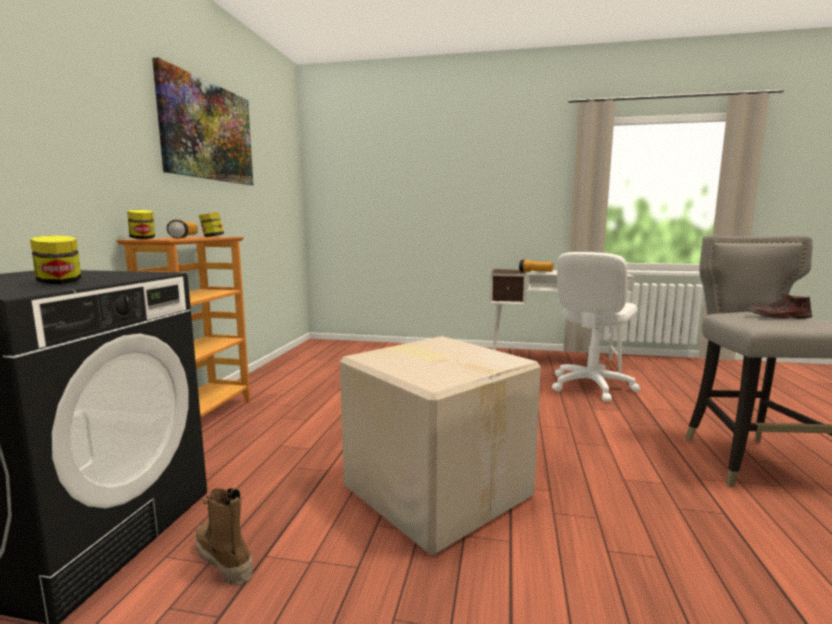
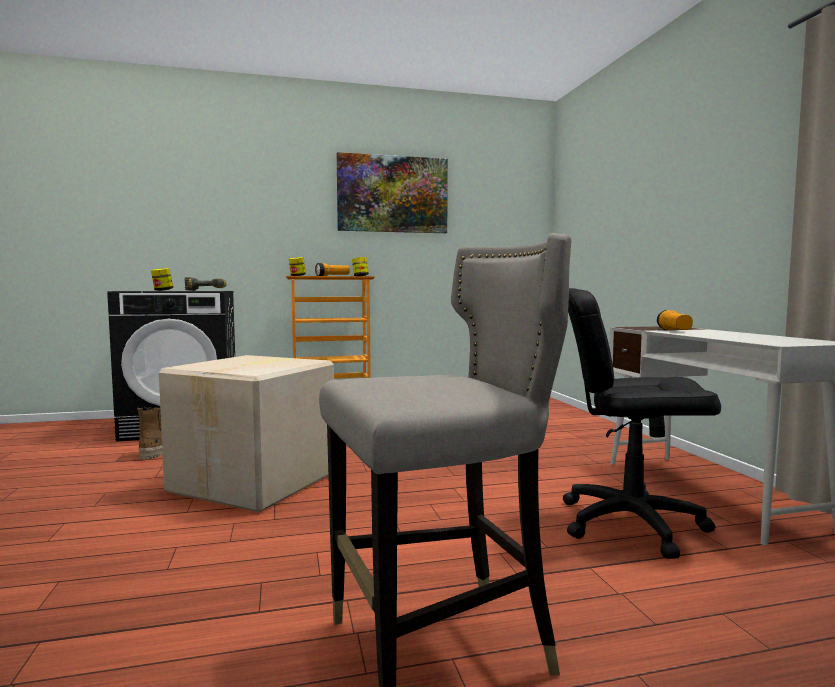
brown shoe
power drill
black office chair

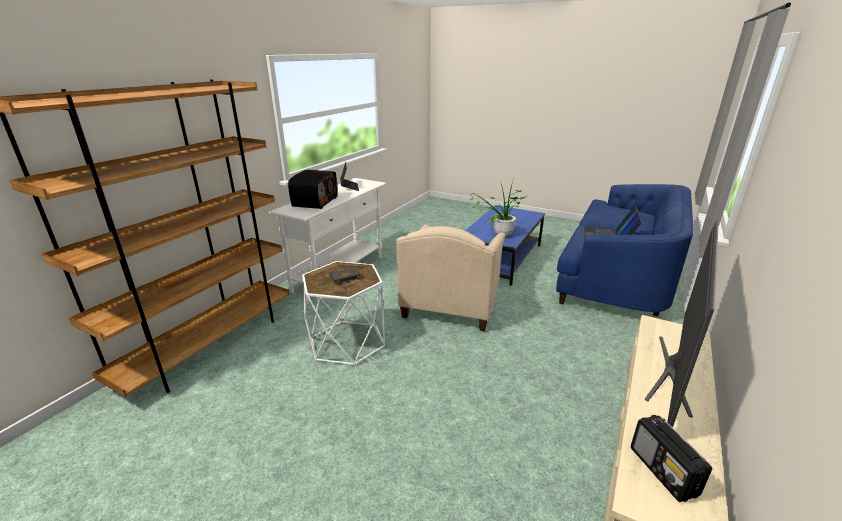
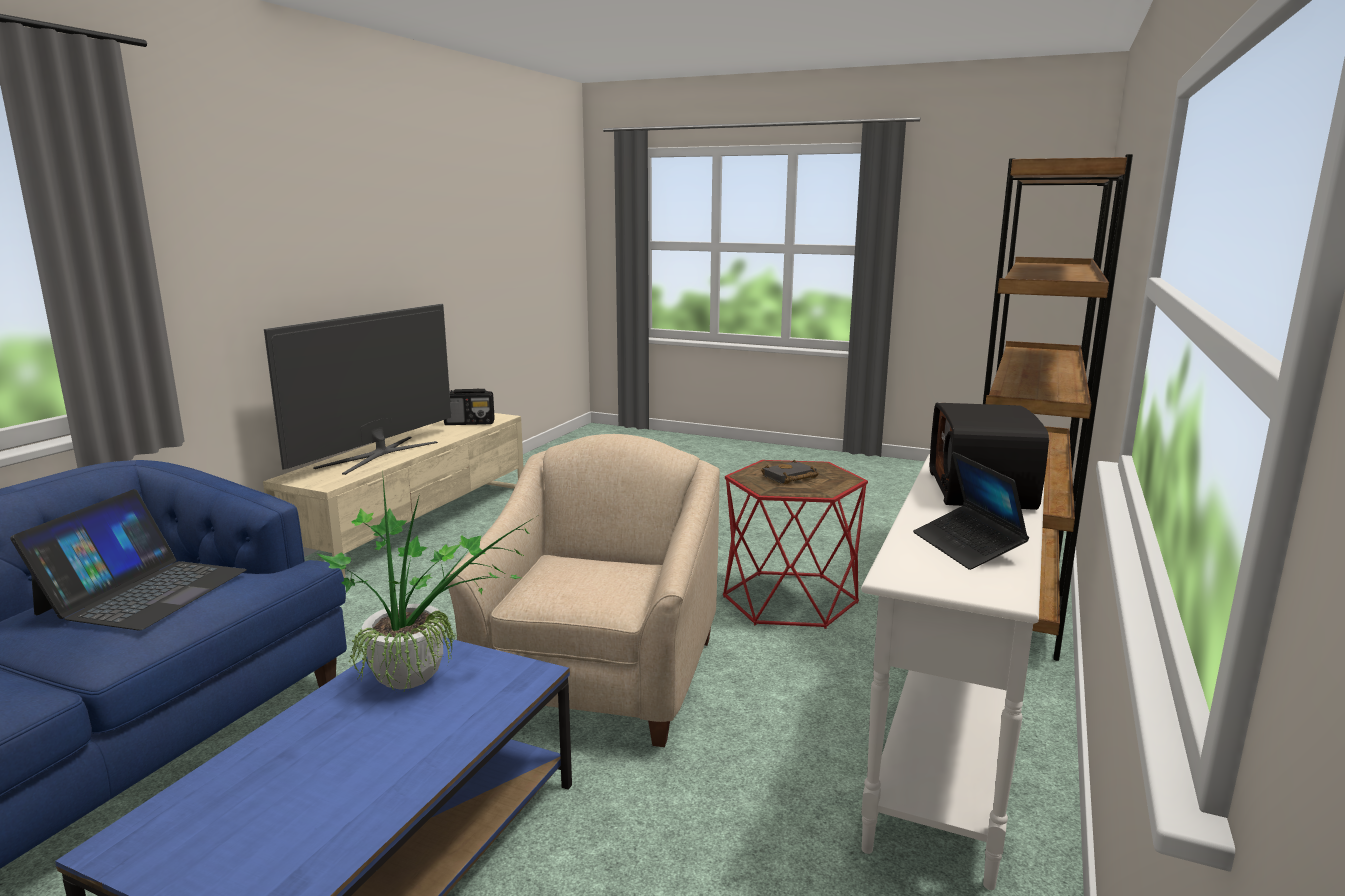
red side table
radio (no. 1 from left)

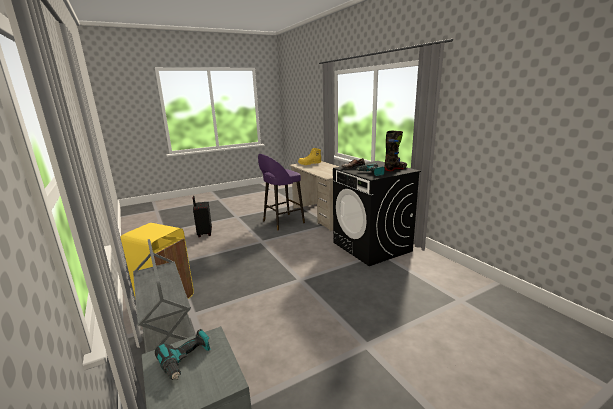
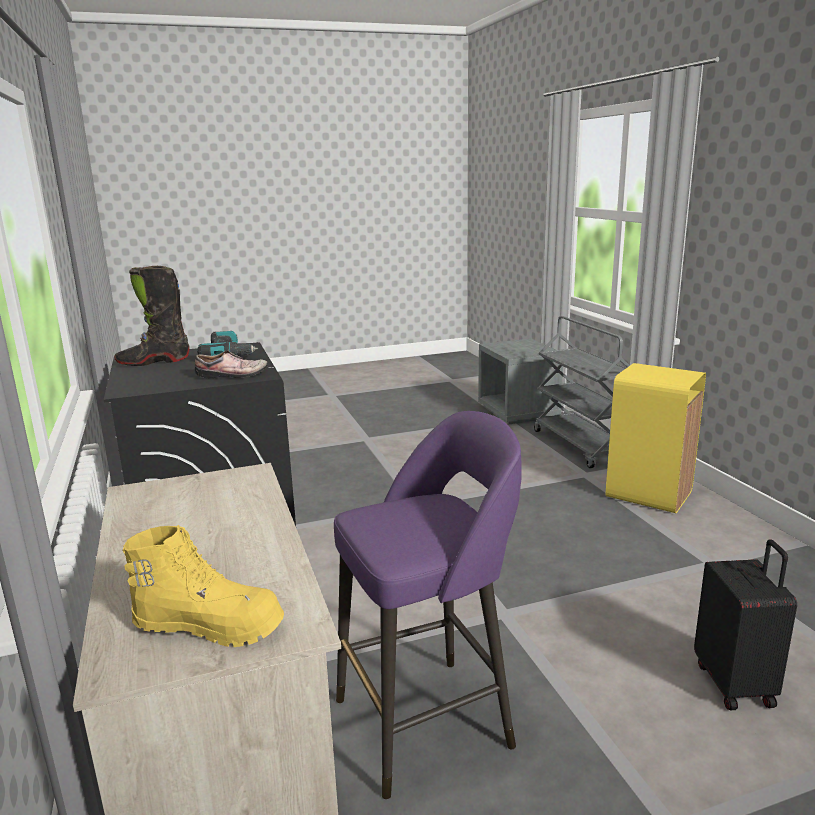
power drill (no. 1 from left in the first image)

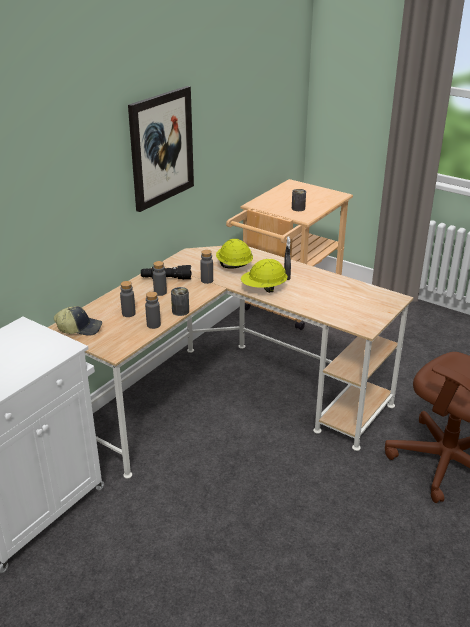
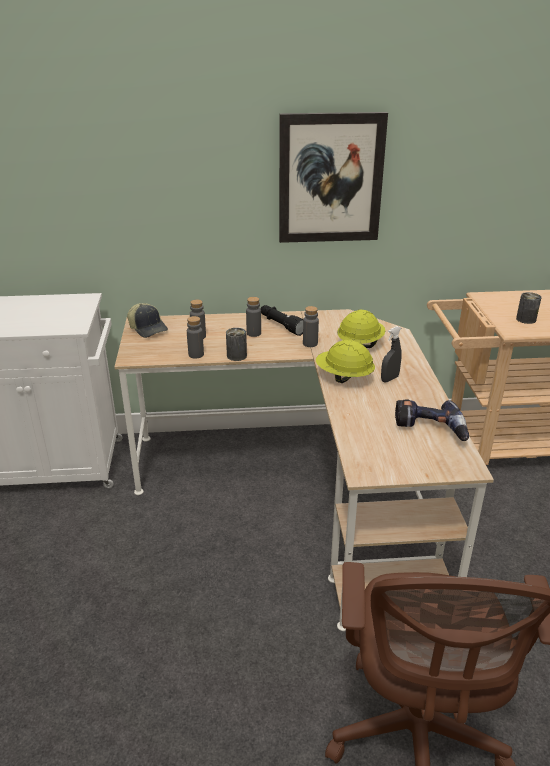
power drill

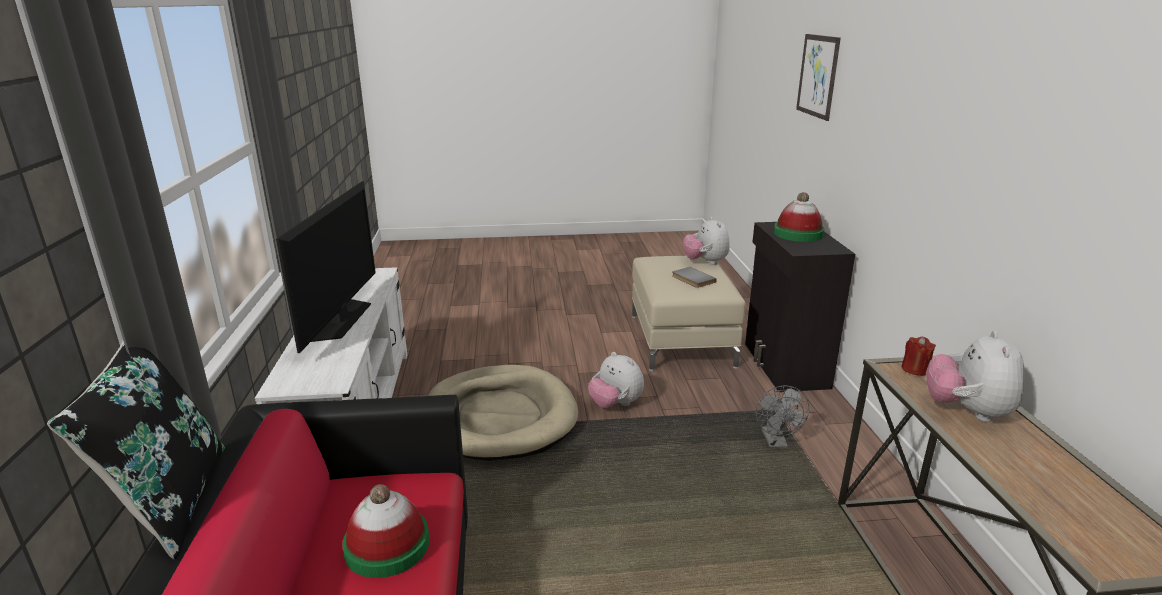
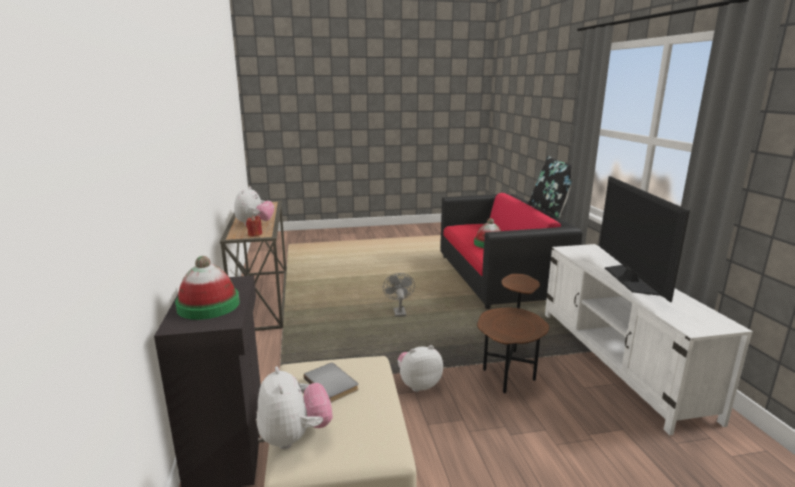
picture
grey fan
brown side table
plush toy (no. 3 from left)

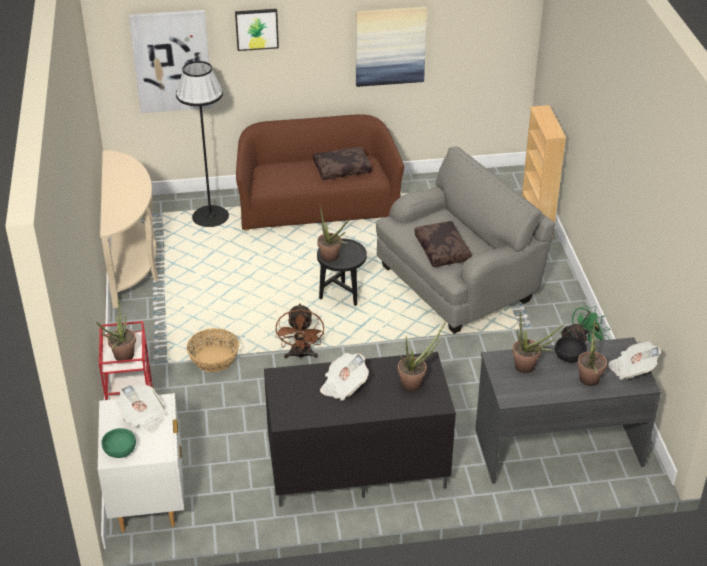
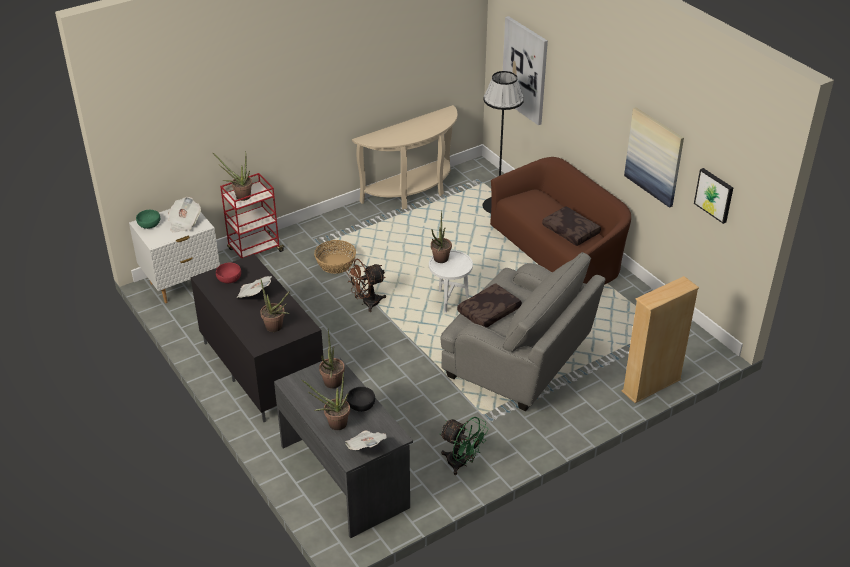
red bowl
picture (no. 3 from left)
white side table

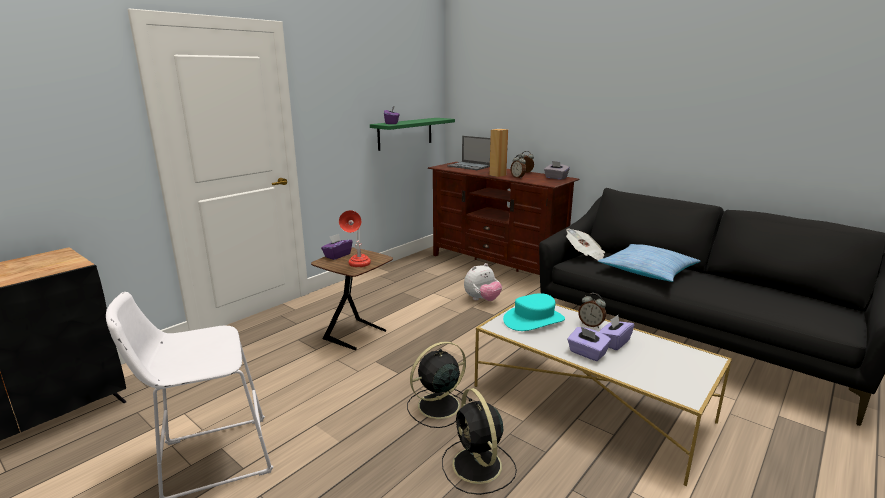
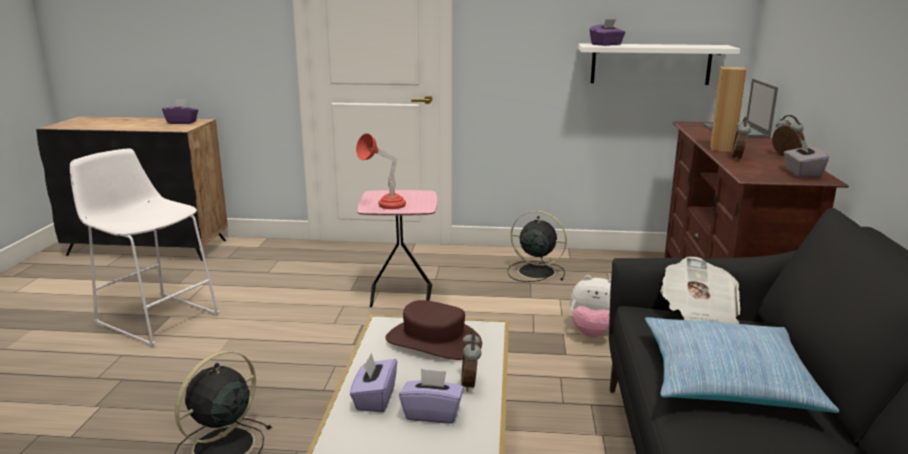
purple tissue box (no. 1 from left)
black fan (no. 2 from left)
pink side table
white shelf
brown hat

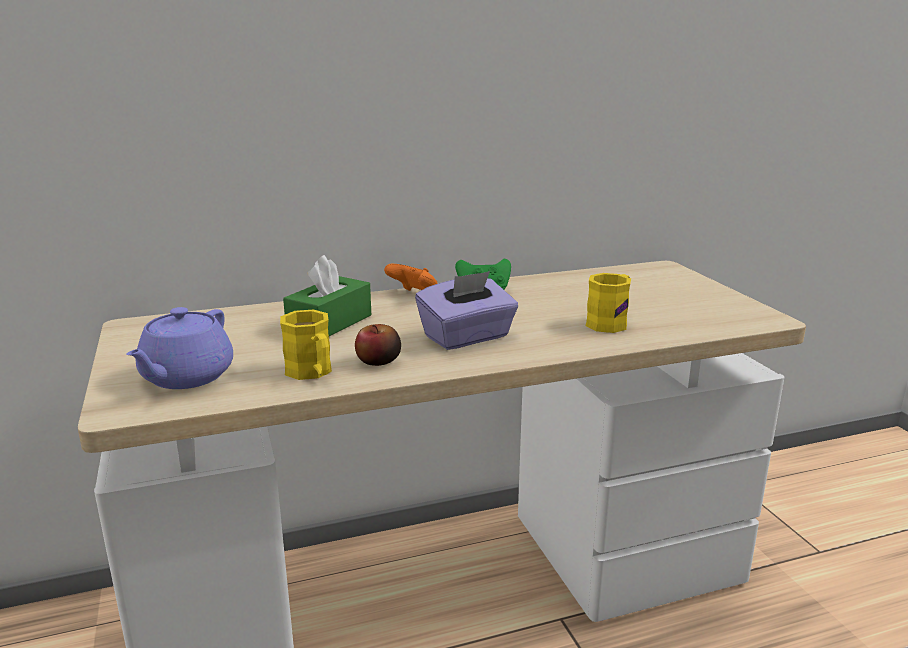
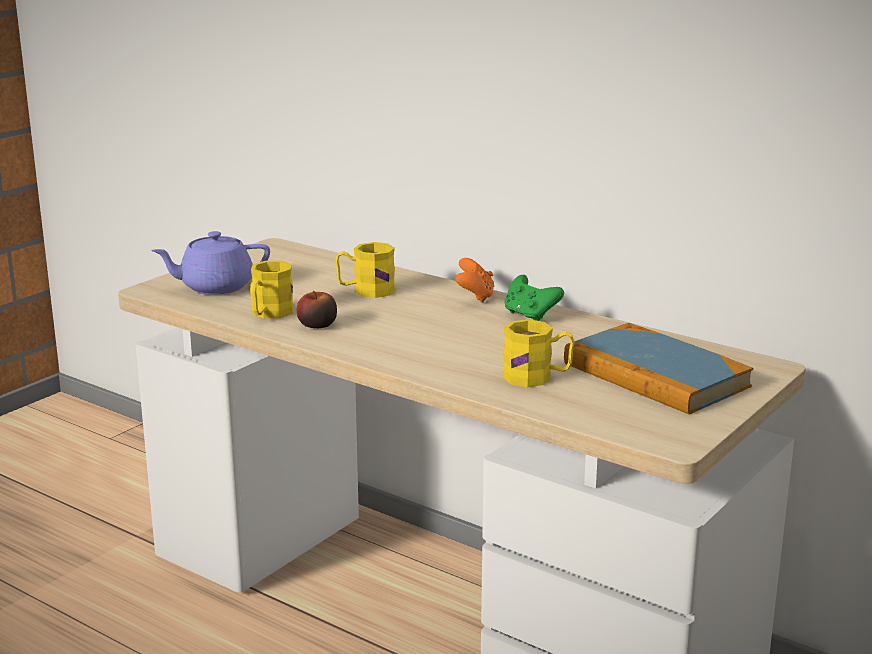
purple tissue box
book
yellow mug (no. 2 from left)

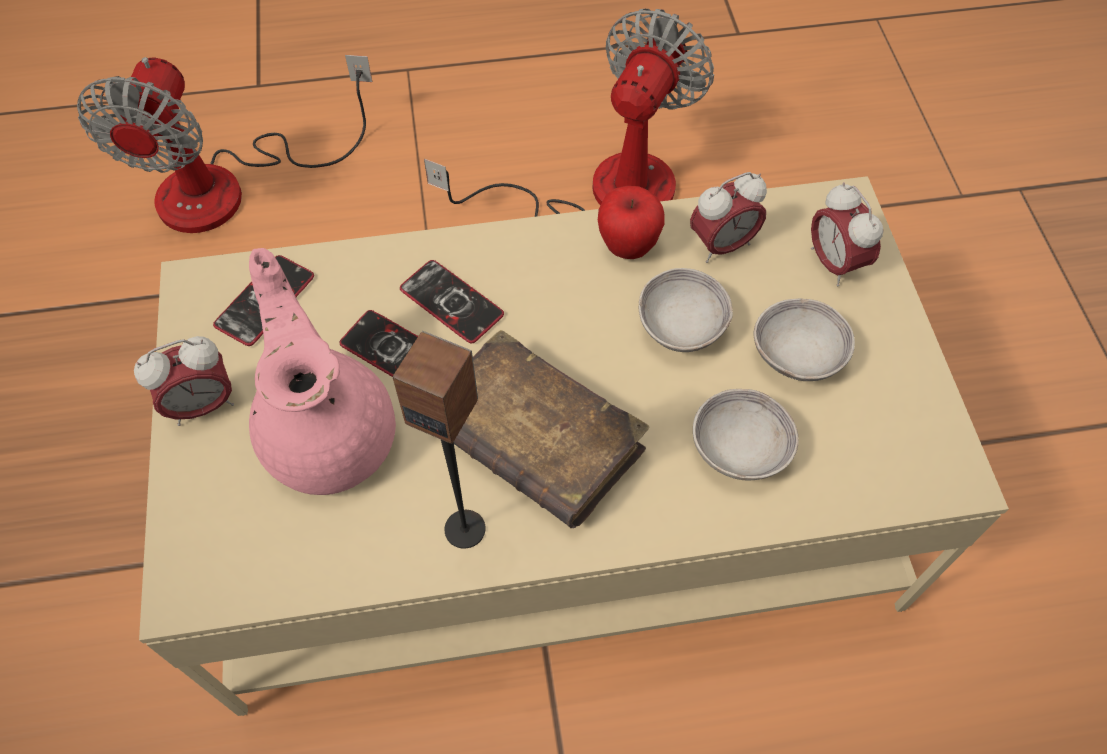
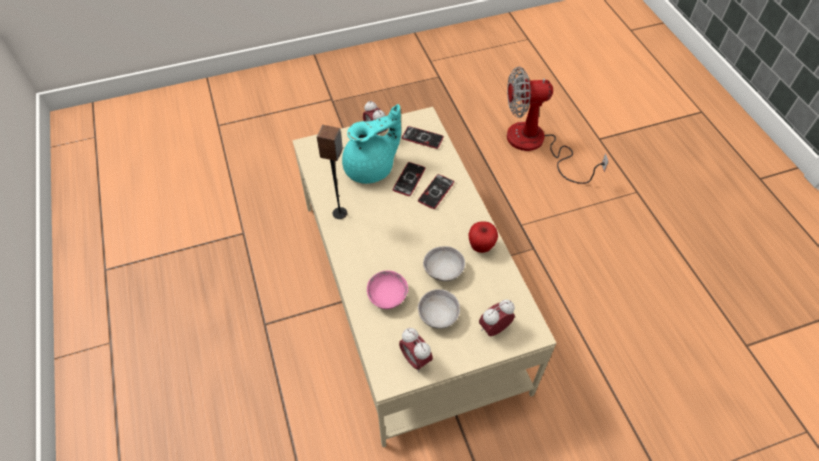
fan (no. 2 from left in the first image)
brown book
alarm clock (no. 2 from left)
turquoise teapot
pink bowl

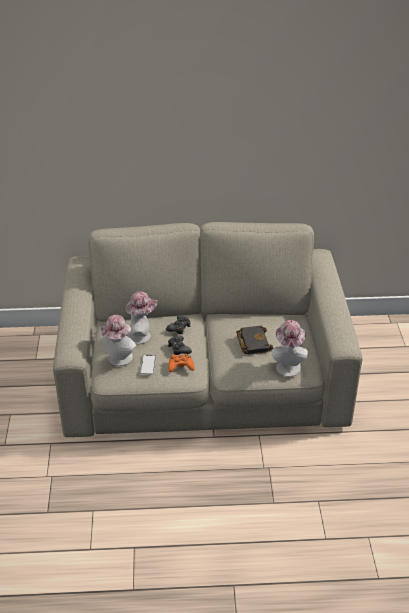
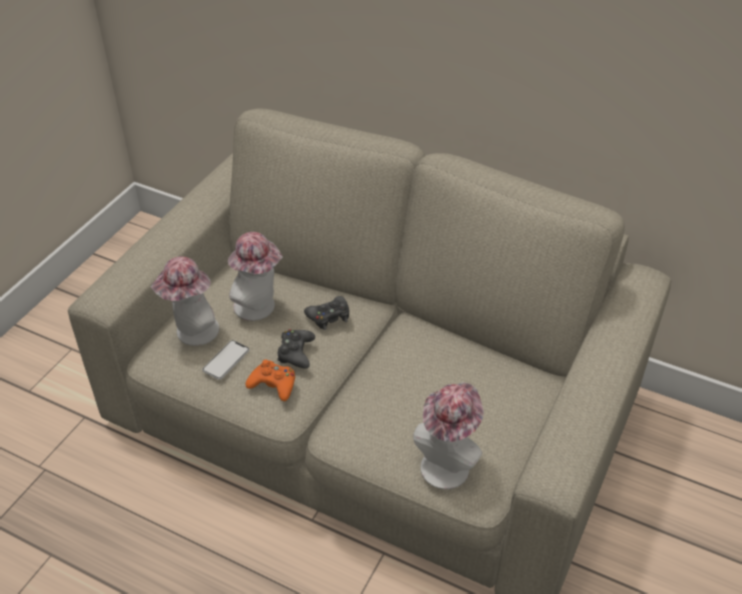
black book

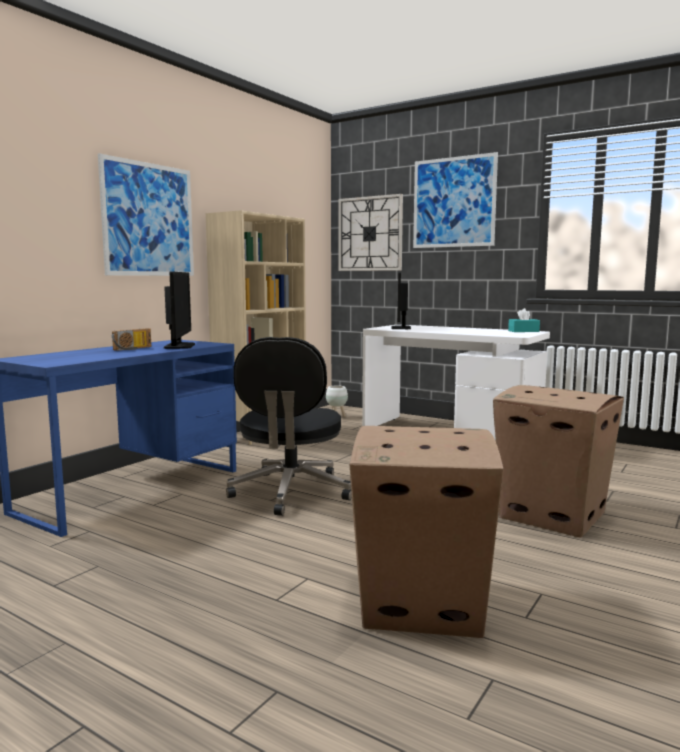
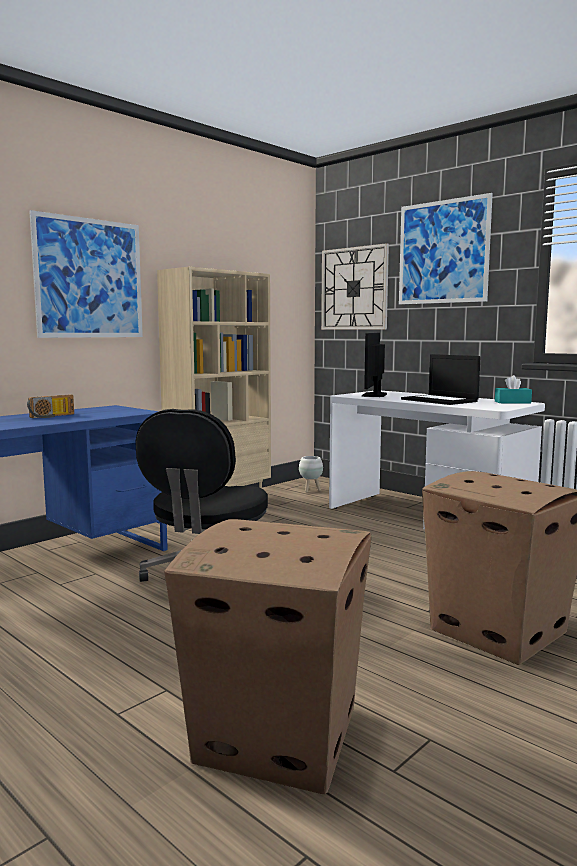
monitor (no. 1 from left in the first image)
laptop

